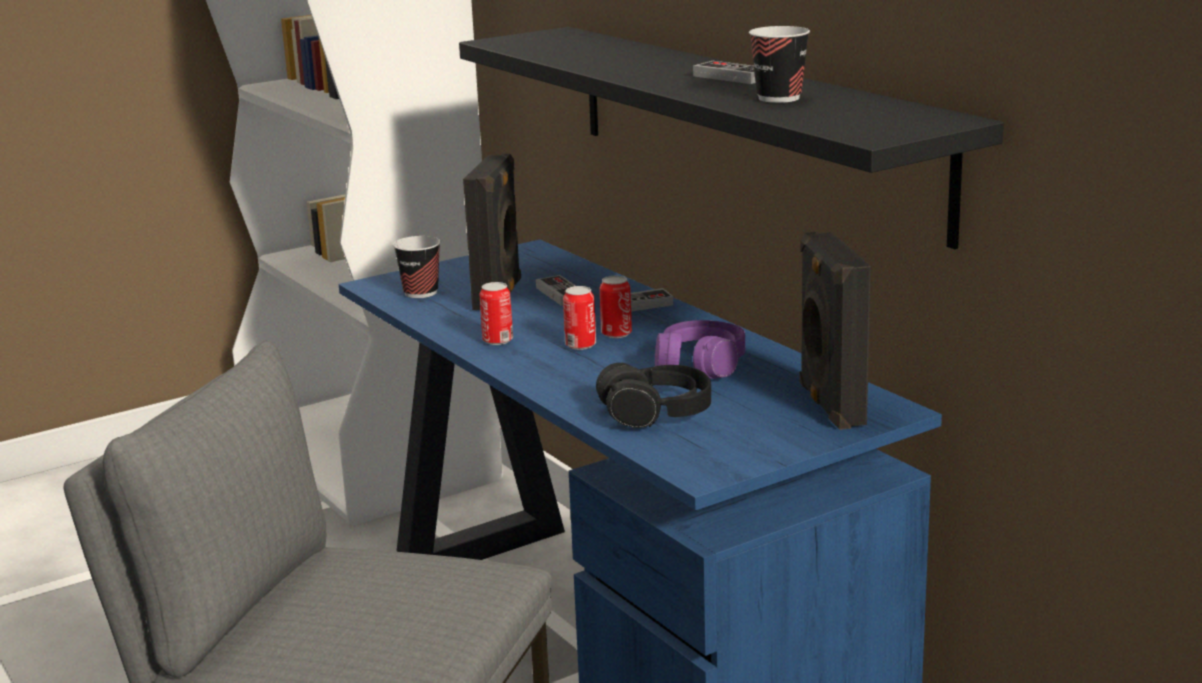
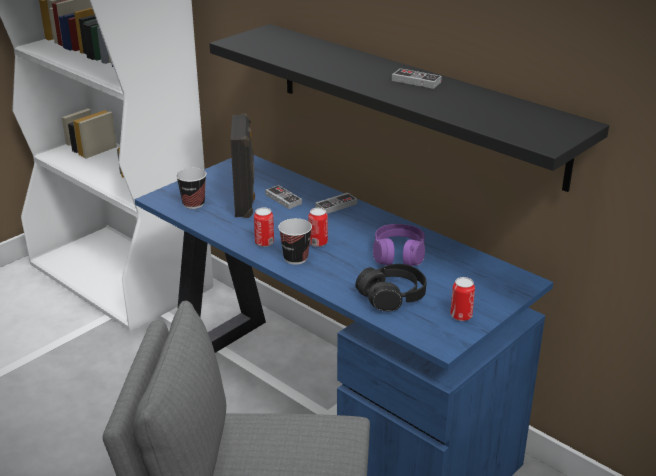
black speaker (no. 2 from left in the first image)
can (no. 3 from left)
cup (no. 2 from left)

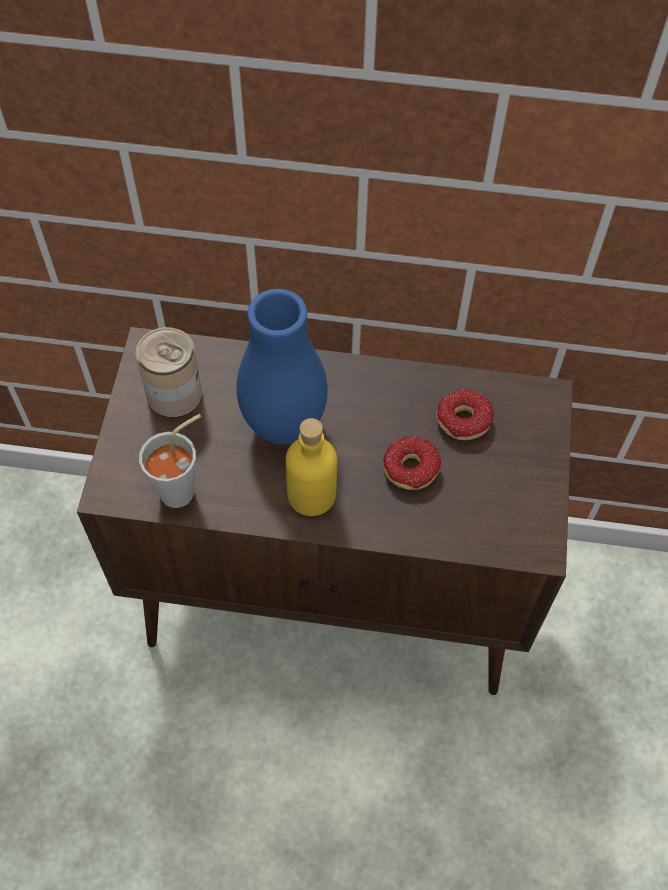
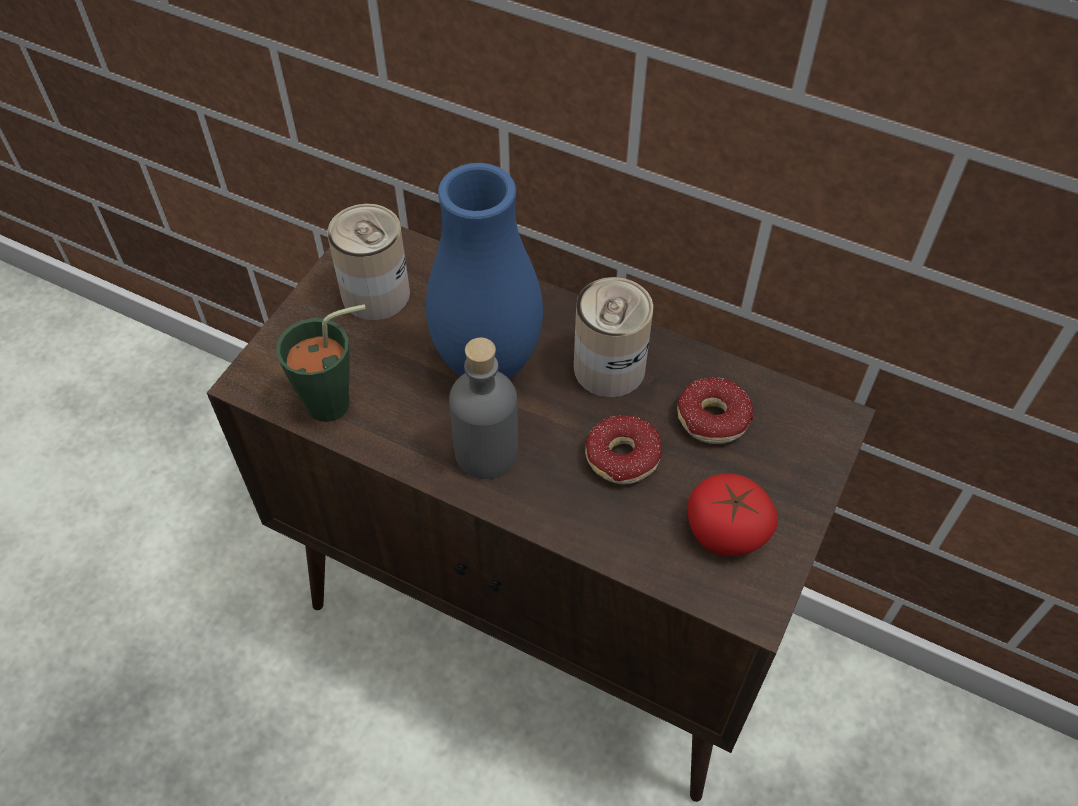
can (no. 2 from left)
tomato
green cup
grey bottle

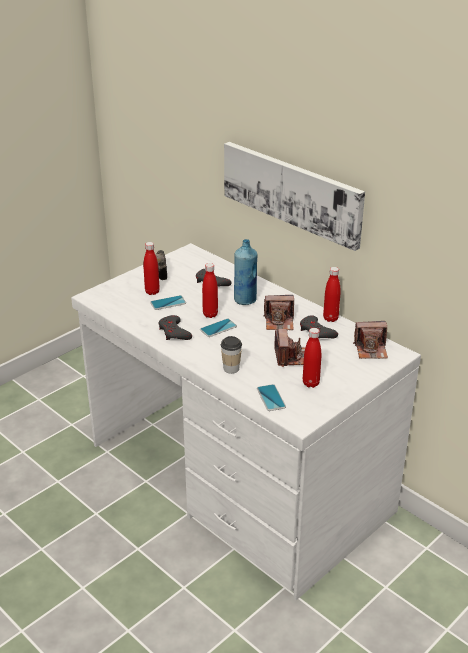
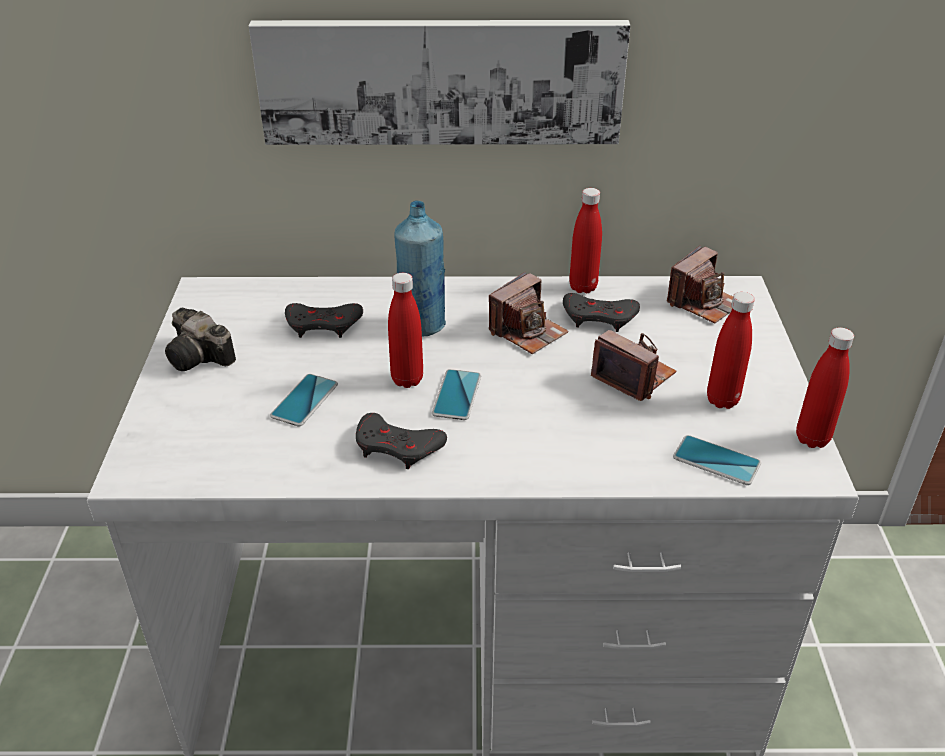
cup
red bottle (no. 4 from left)

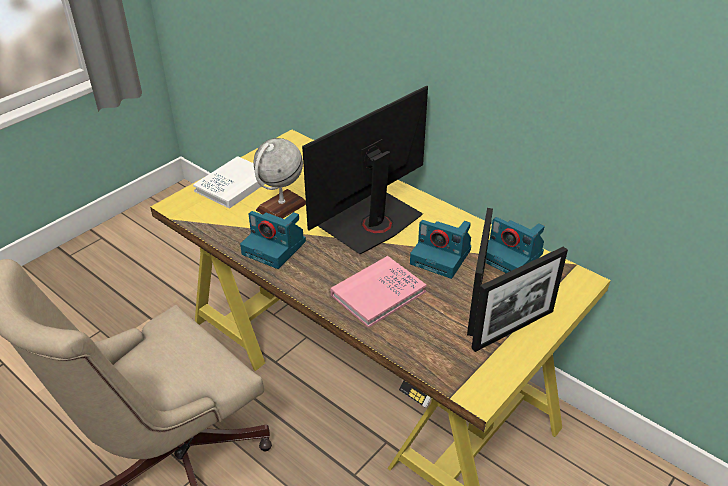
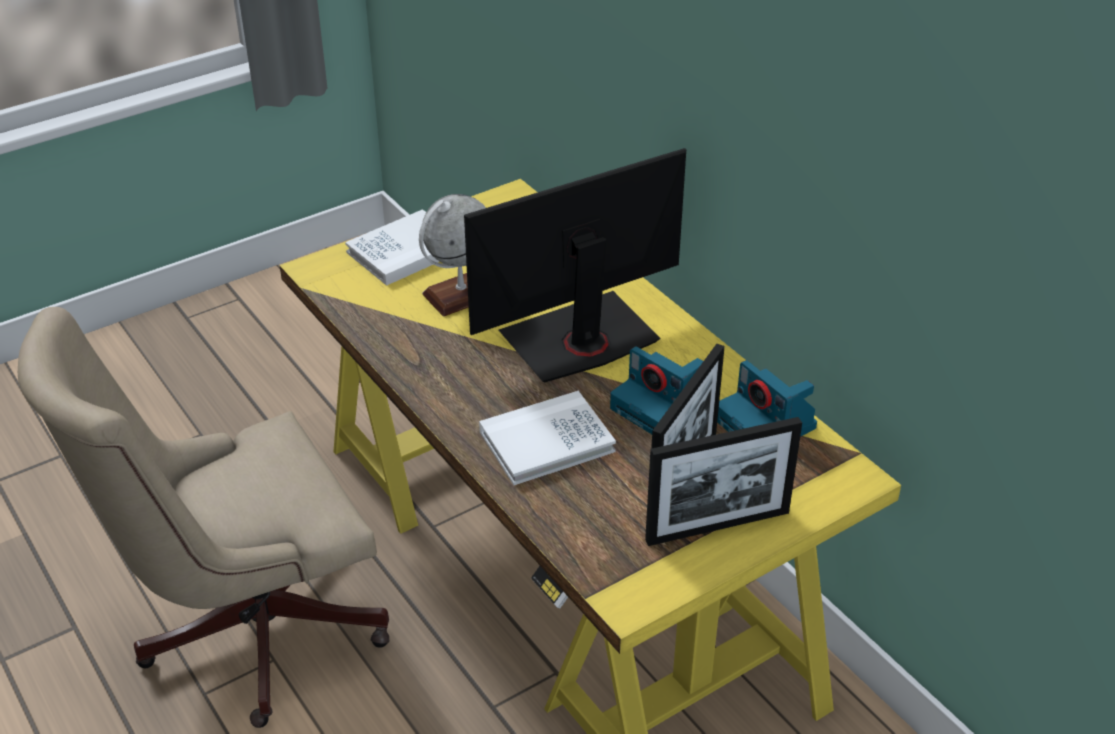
photo camera (no. 1 from left in the first image)
white book (no. 2 from left)

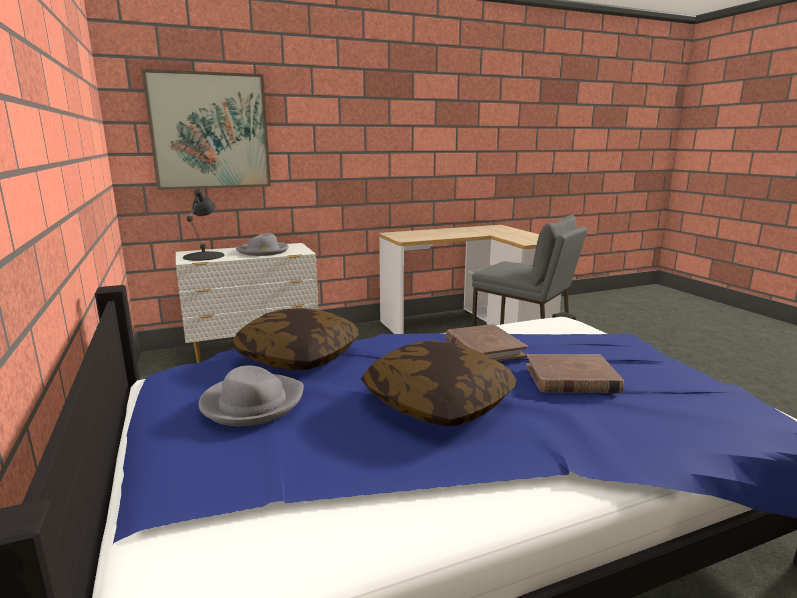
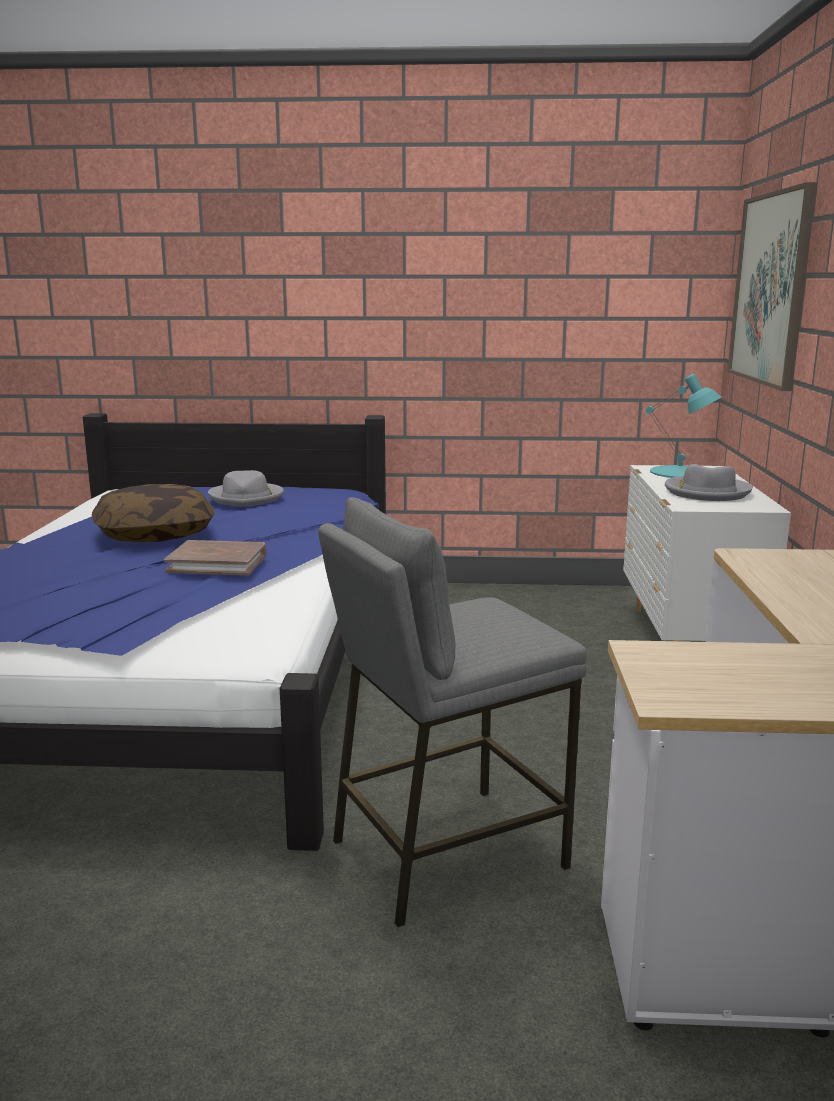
pillow (no. 1 from left in the first image)
brown book (no. 2 from left in the first image)
turquoise table lamp

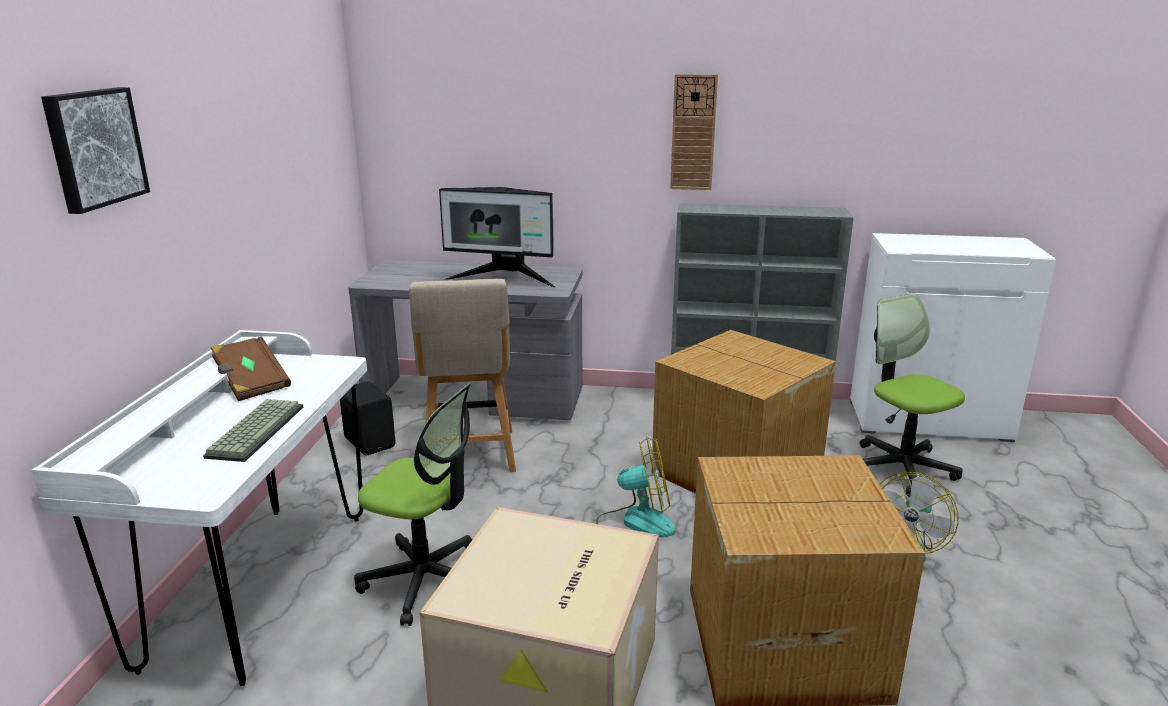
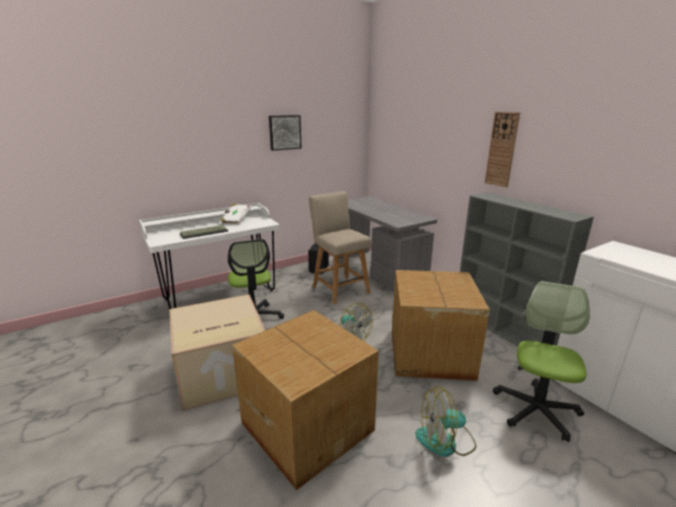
monitor
picture
white book
beige chair

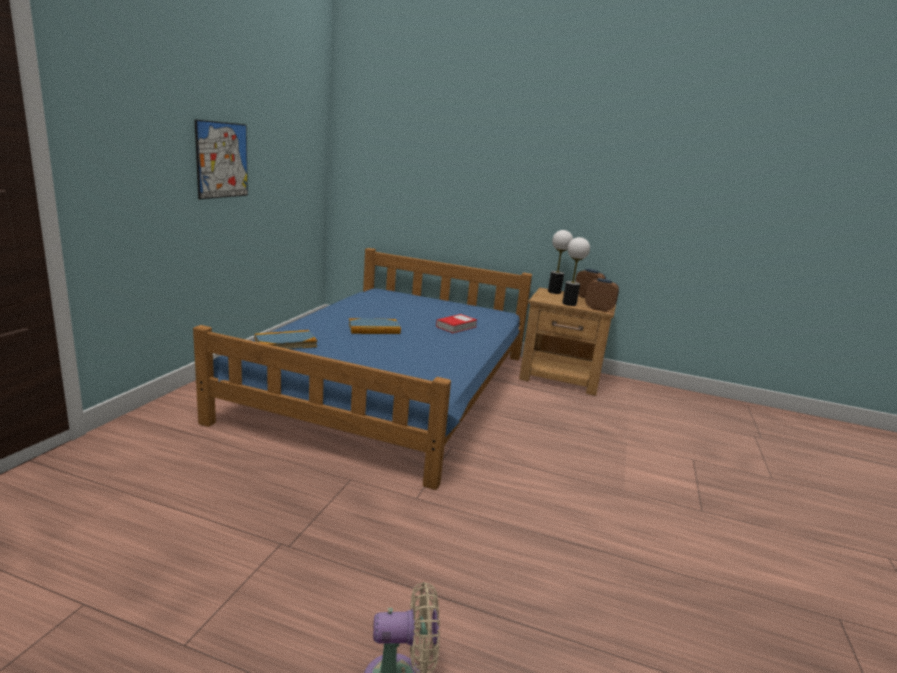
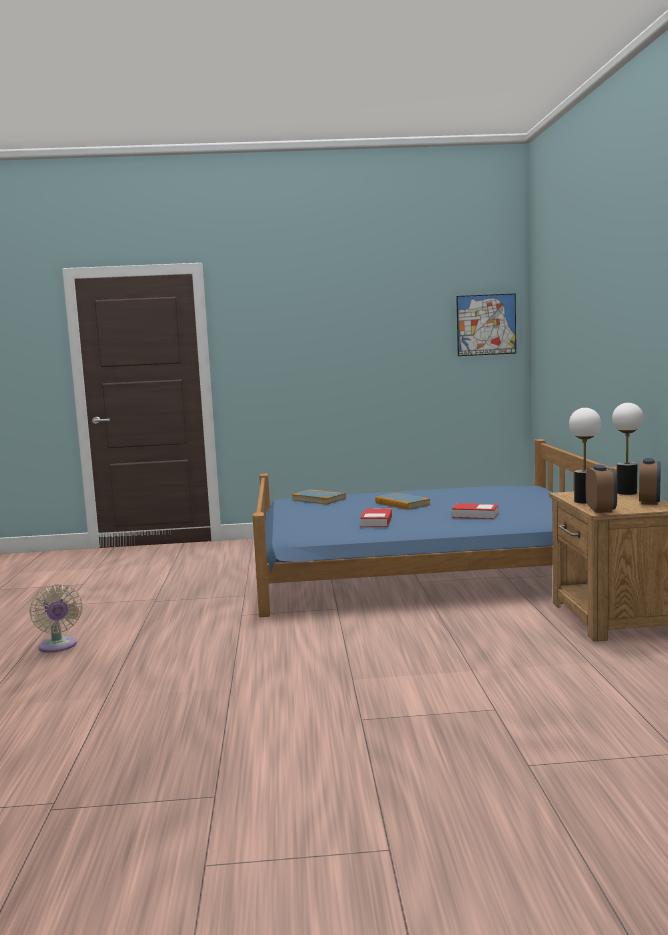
book (no. 2 from left)
picture

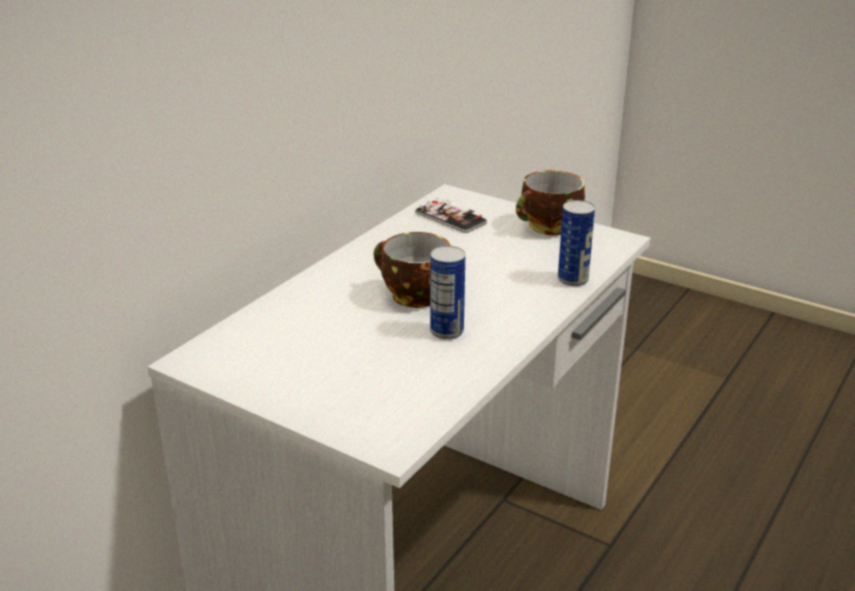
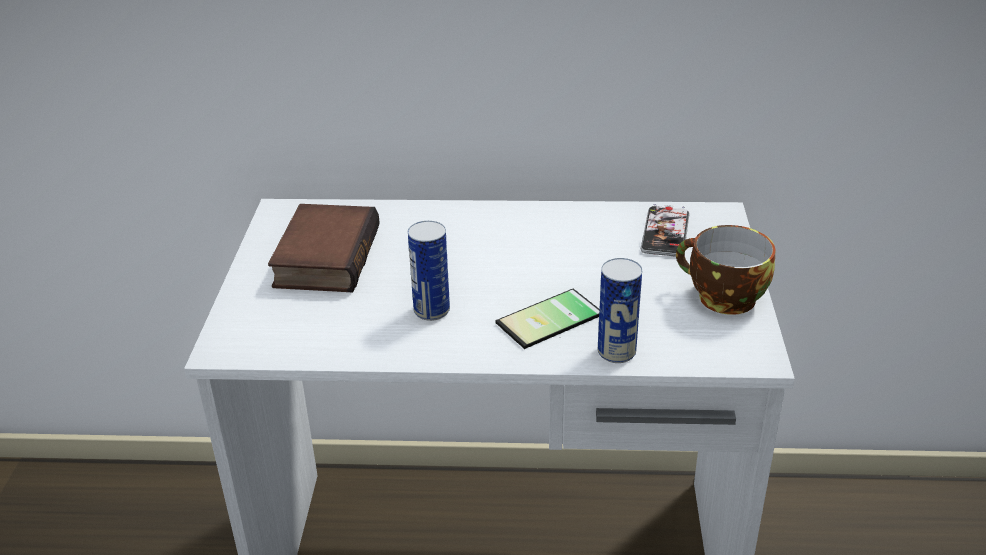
cup (no. 1 from left in the first image)
book
phone (no. 1 from left)

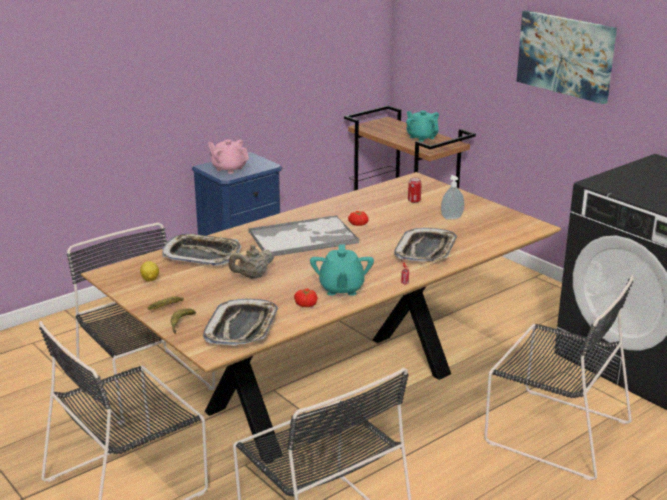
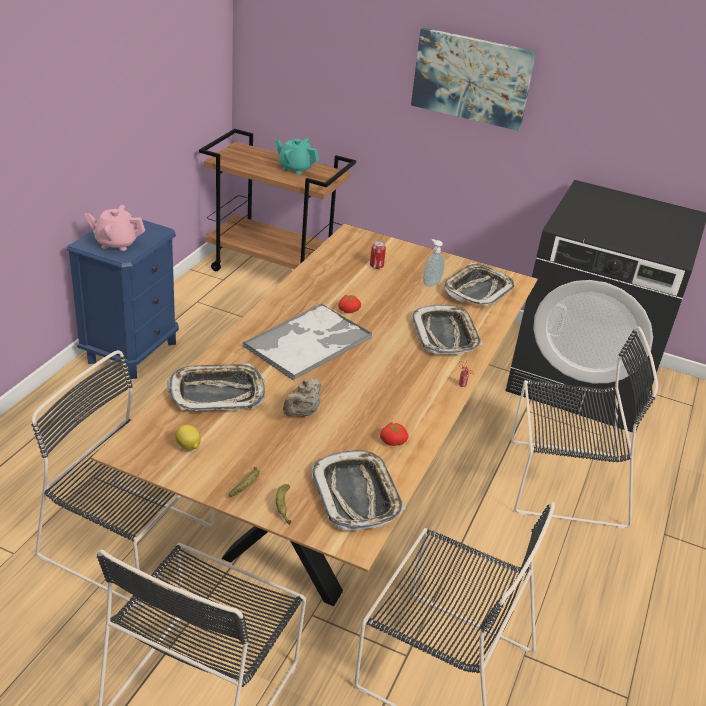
turquoise teapot (no. 1 from left in the first image)
tray (no. 5 from left)

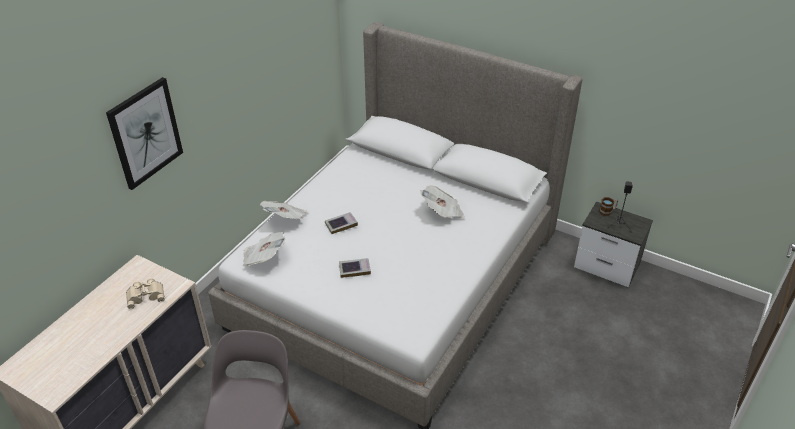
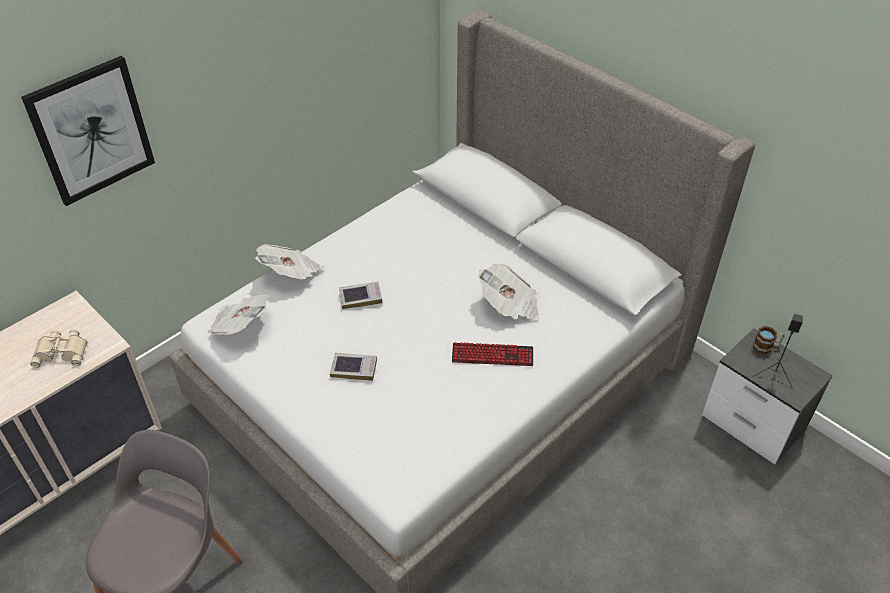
keyboard

